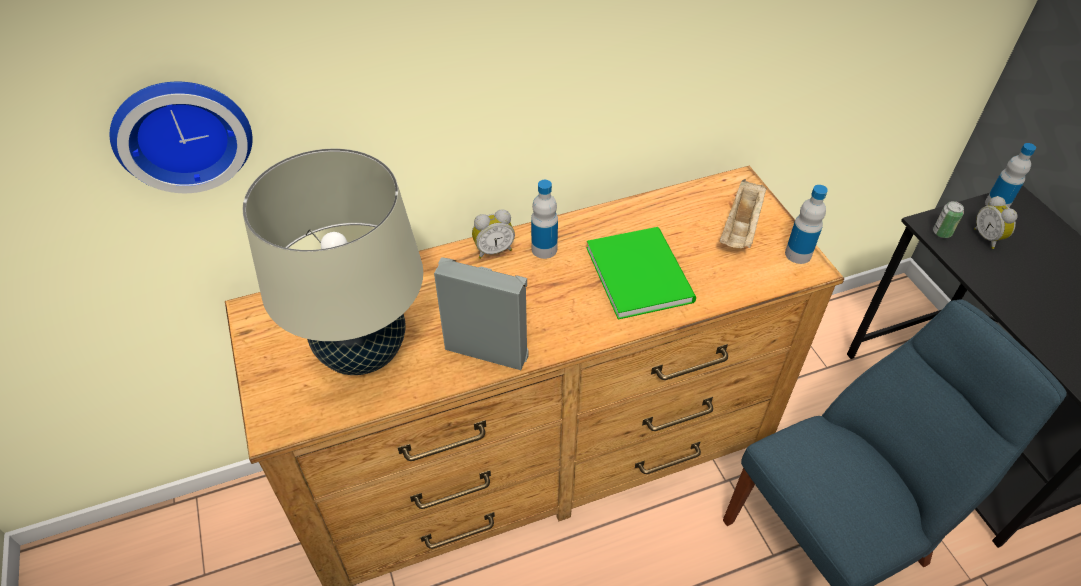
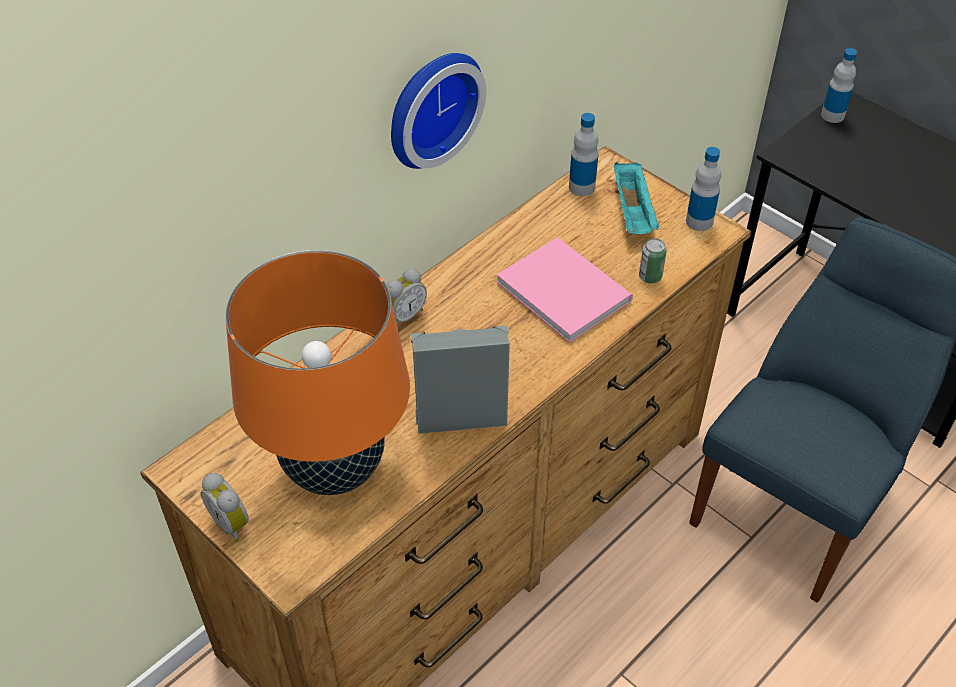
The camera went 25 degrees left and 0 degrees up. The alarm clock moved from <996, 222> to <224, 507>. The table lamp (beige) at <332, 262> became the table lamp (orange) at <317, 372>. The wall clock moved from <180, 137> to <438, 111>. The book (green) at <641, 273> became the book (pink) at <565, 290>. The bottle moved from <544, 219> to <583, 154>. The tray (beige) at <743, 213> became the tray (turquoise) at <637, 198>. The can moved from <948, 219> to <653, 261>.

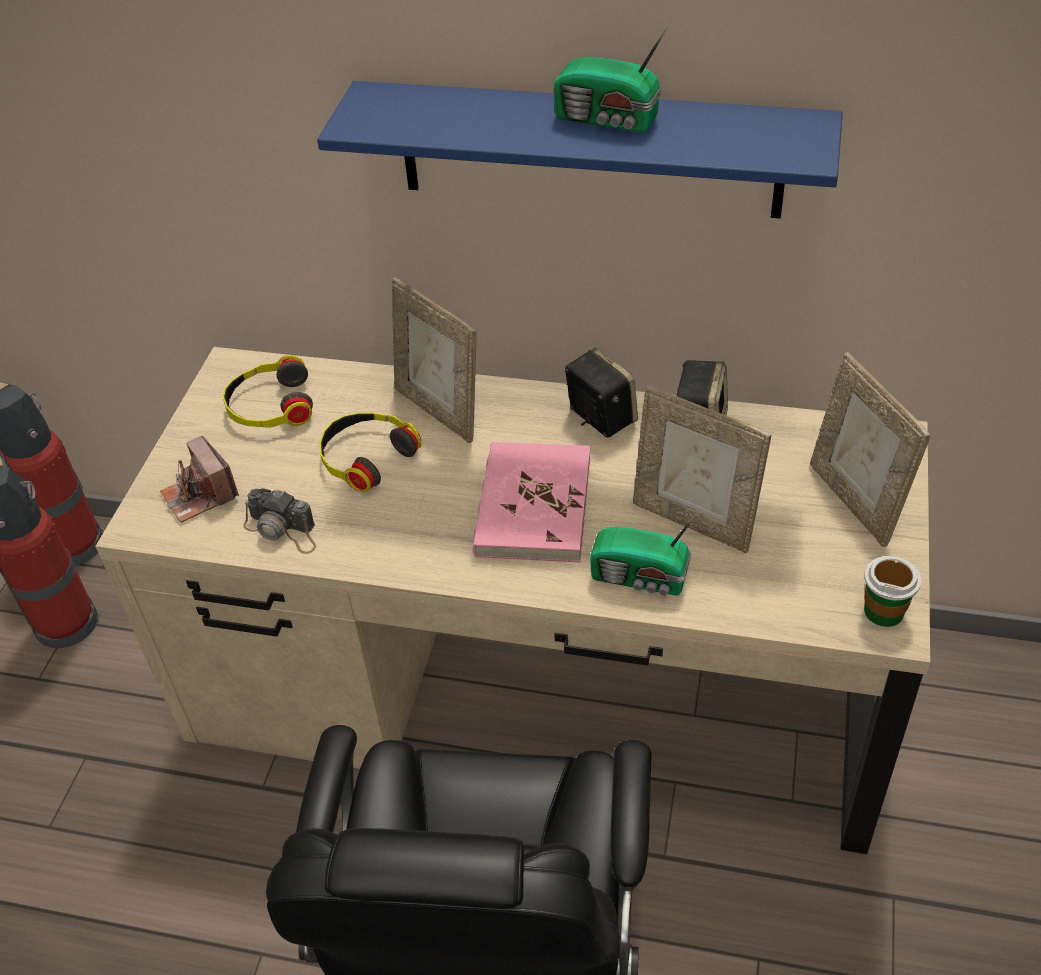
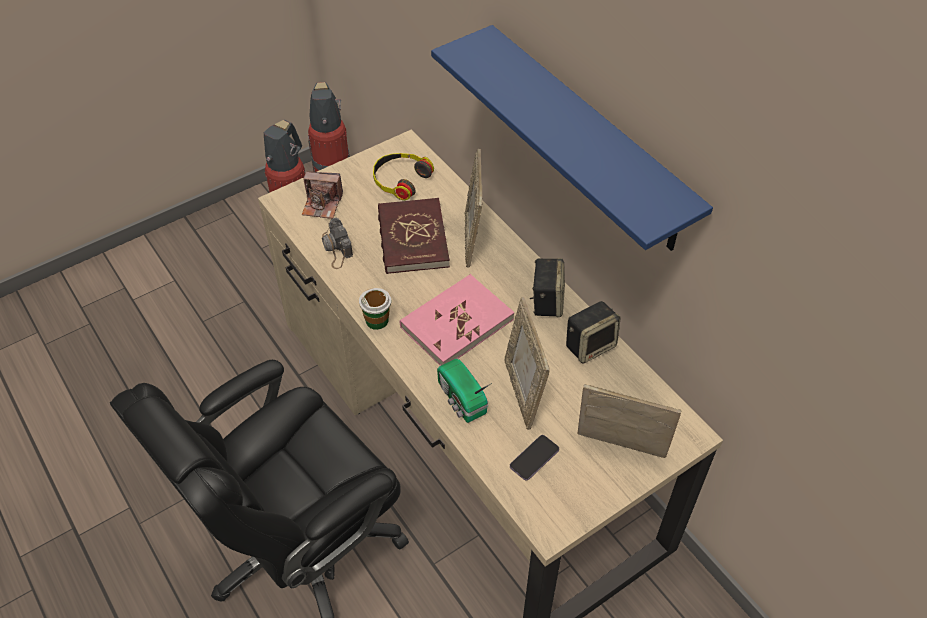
The camera went 40 degrees right and 5 degrees up. The photo camera at <199, 479> turned 90 degrees counterclockwise. The cup moved from <892, 591> to <375, 309>. The headphones at <370, 452> was replaced by the book (red) at <414, 236>. The phone at <534, 458> appeared. The picture frame at <870, 449> turned 90 degrees clockwise. The radio at <612, 77> disappeared.

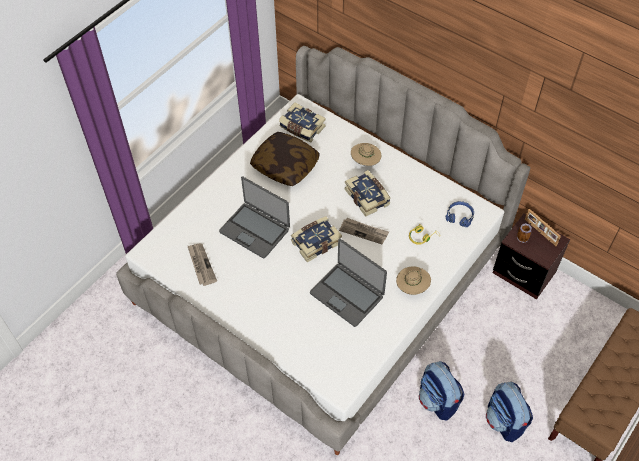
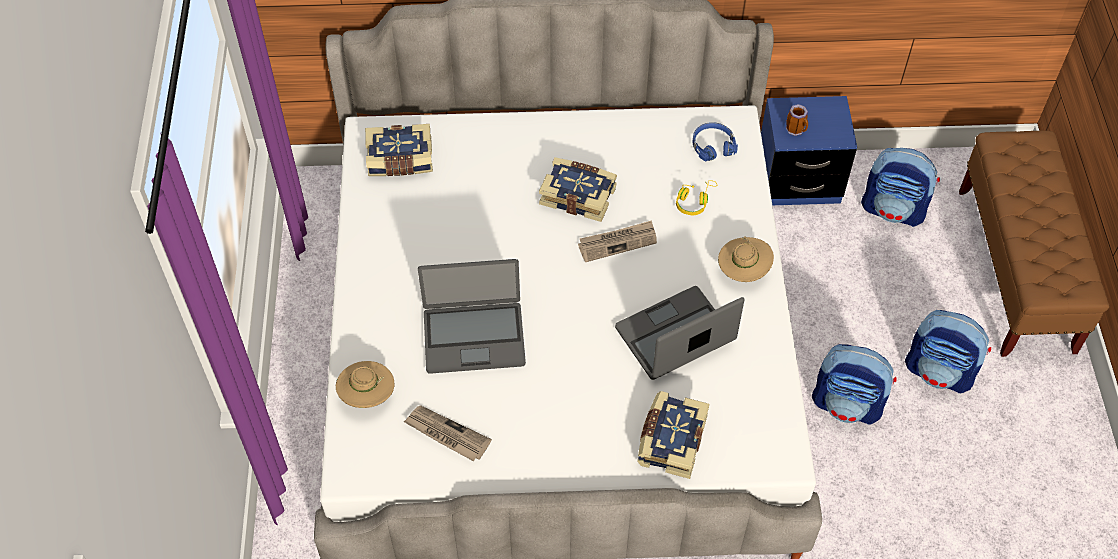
The camera went 40 degrees left and 0 degrees up. The hat (beige) moved from <366, 154> to <365, 384>. The laptop at <348, 283> turned 150 degrees clockwise. The book moved from <316, 239> to <673, 435>. The nightstand (brown) at <531, 257> became the nightstand (blue) at <809, 150>. The backpack at <900, 187> appeared. The pillow at <285, 159> disappeared. The picture frame at <543, 227> disappeared.

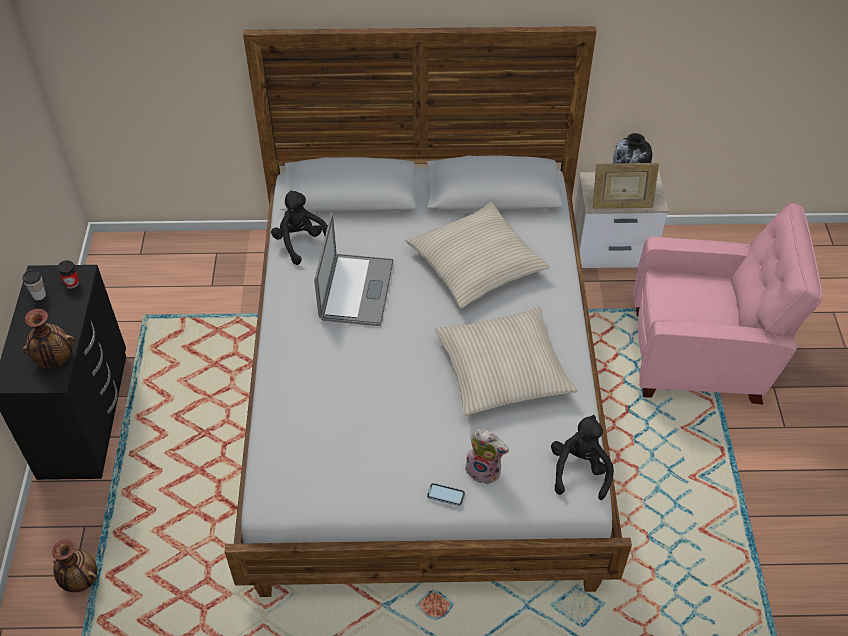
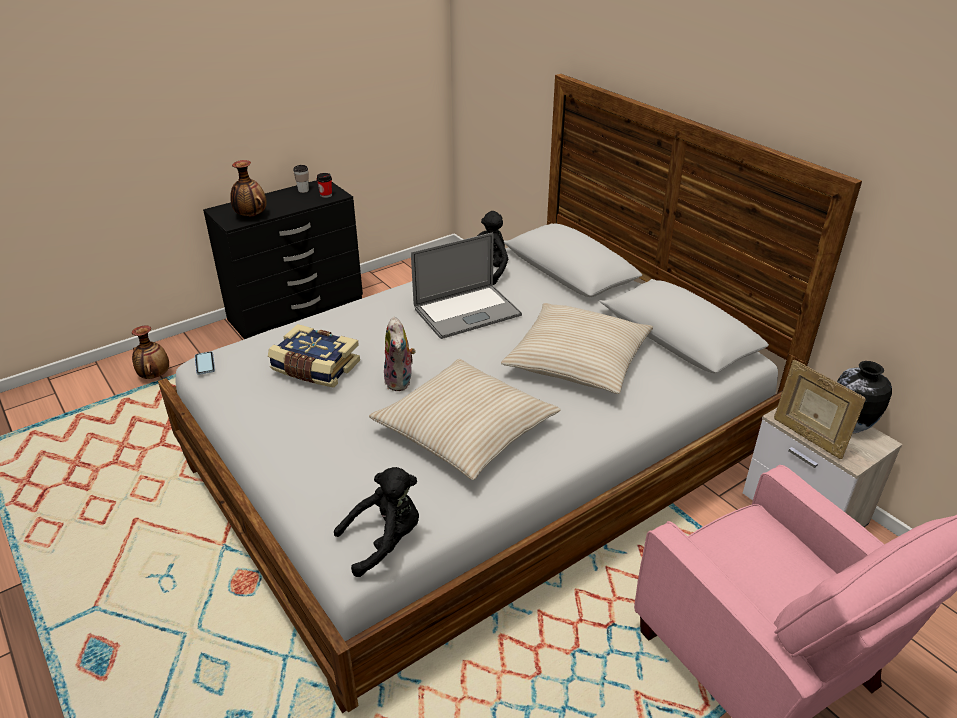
The camera went 55 degrees right and 15 degrees down. The phone moved from <446, 494> to <205, 363>. The book at <314, 356> appeared. The plush toy moved from <487, 457> to <400, 354>.

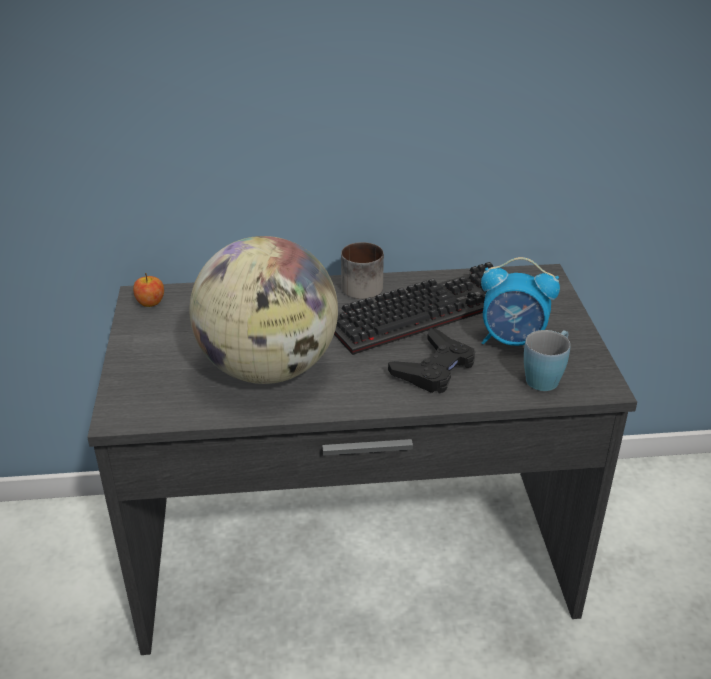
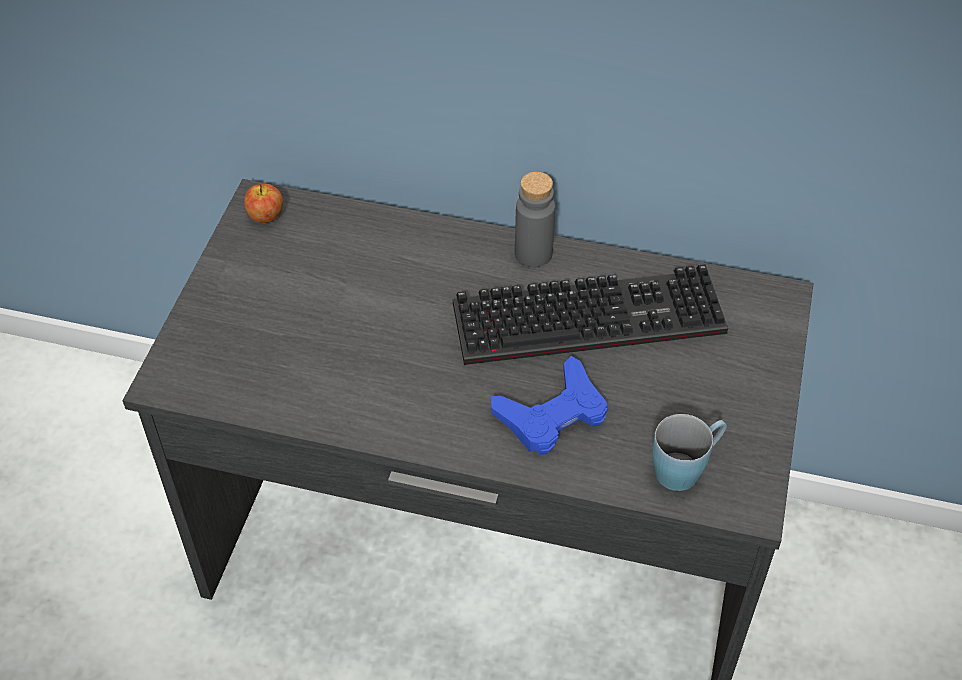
The camera went 20 degrees right and 15 degrees up. The game controller (black) at <431, 361> became the game controller (blue) at <549, 405>. The mug at <362, 270> was replaced by the bottle (grey) at <535, 219>. The globe at <264, 310> disappeared. The alarm clock at <520, 301> disappeared.

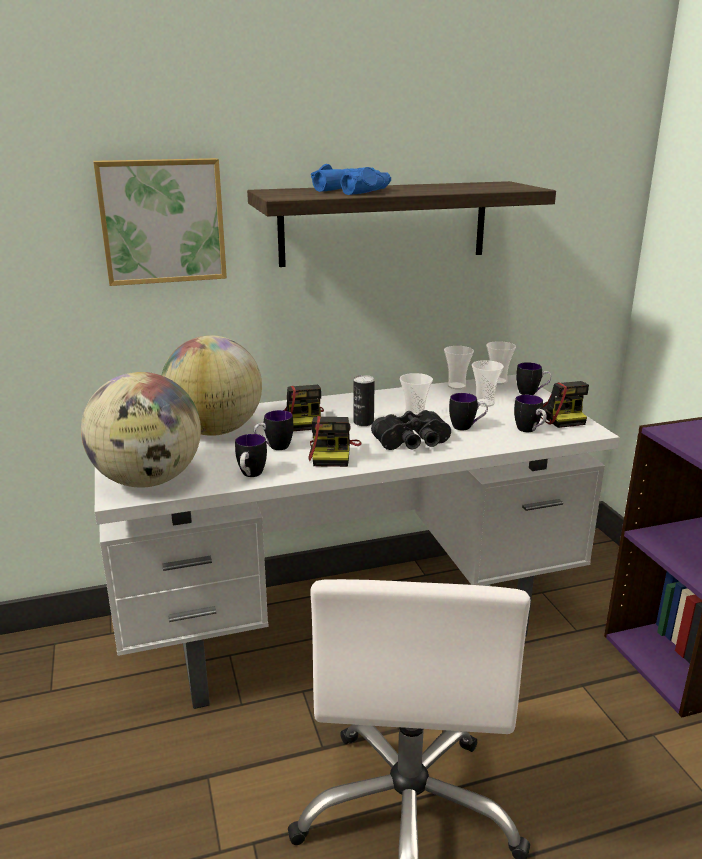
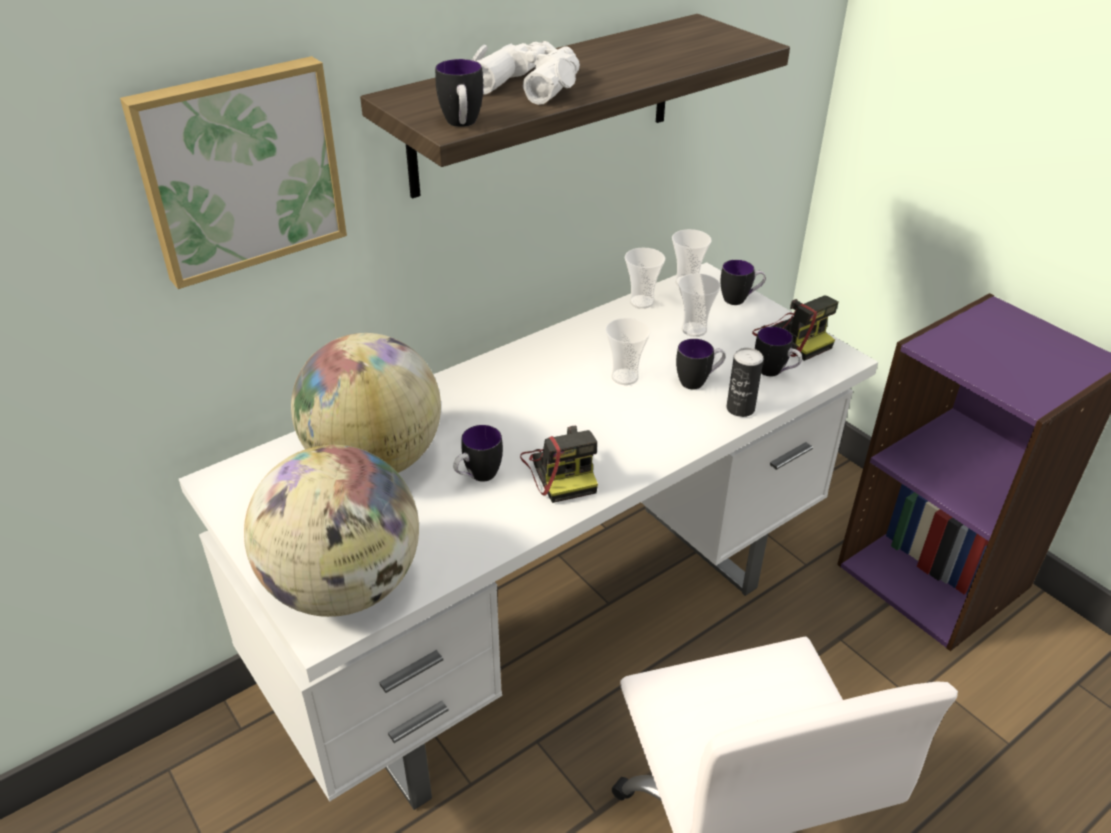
The camera went 20 degrees left and 15 degrees up. The mug moved from <251, 455> to <459, 93>. The binoculars (blue) at <351, 179> became the binoculars (white) at <526, 73>. The can moved from <364, 400> to <745, 382>. The photo camera at <303, 408> disappeared. The binoculars (black) at <411, 430> disappeared.

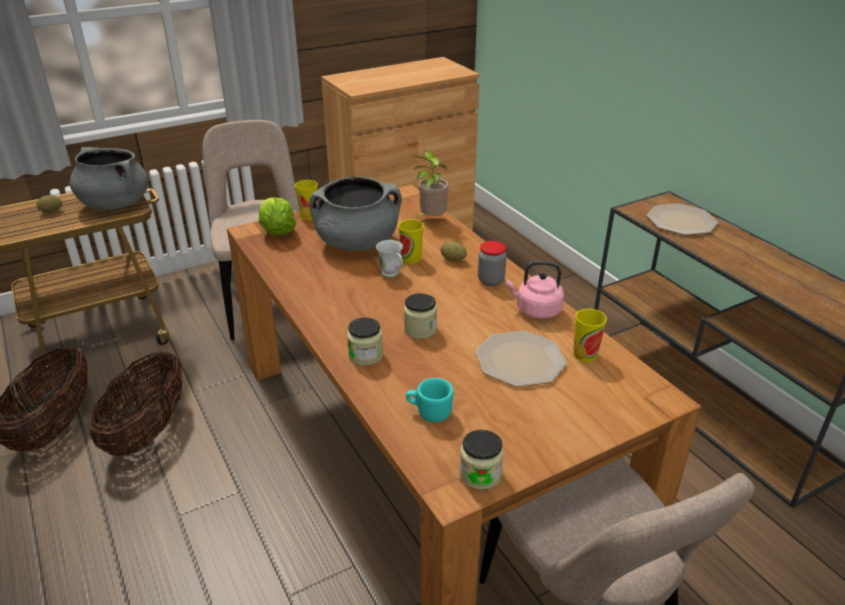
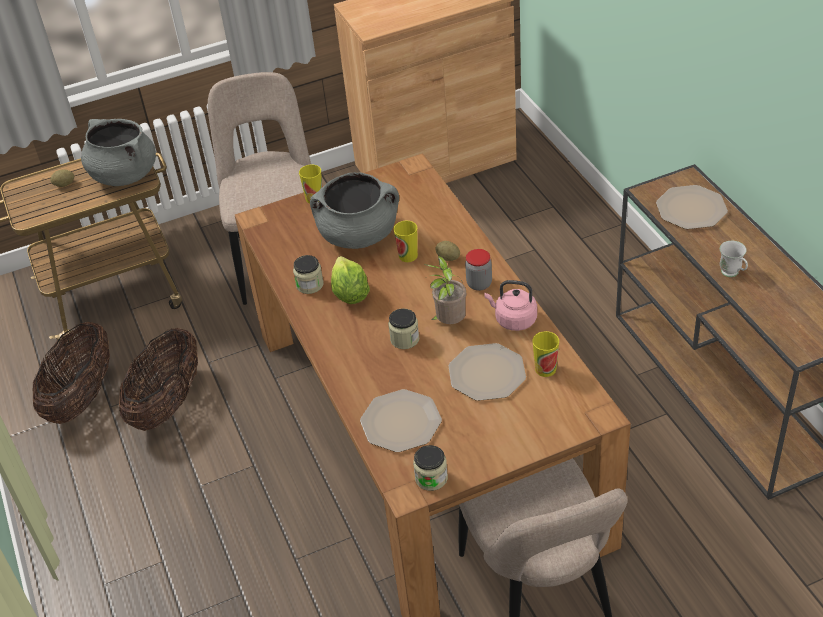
The camera went 10 degrees right and 10 degrees up. The jar moved from <365, 341> to <308, 274>. The lettuce moved from <277, 216> to <350, 280>. The mug (turquoise) at <429, 400> was replaced by the plate at <401, 420>. The potted plant moved from <431, 184> to <445, 290>. The mug (white) moved from <389, 259> to <734, 259>.

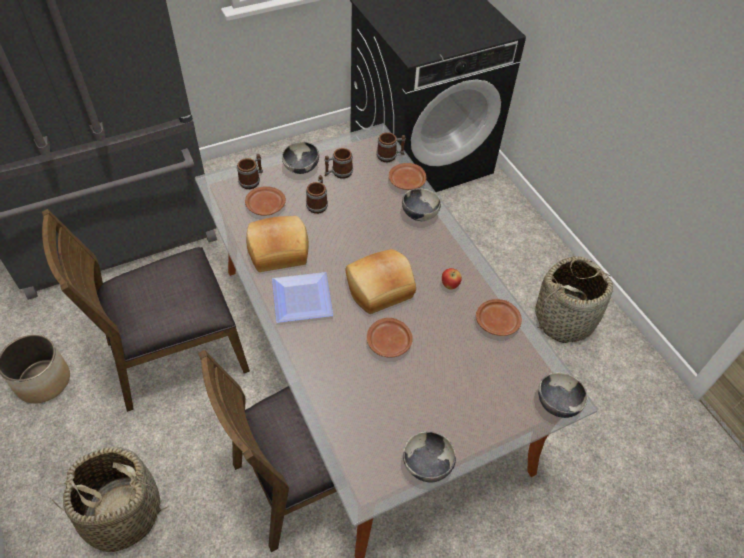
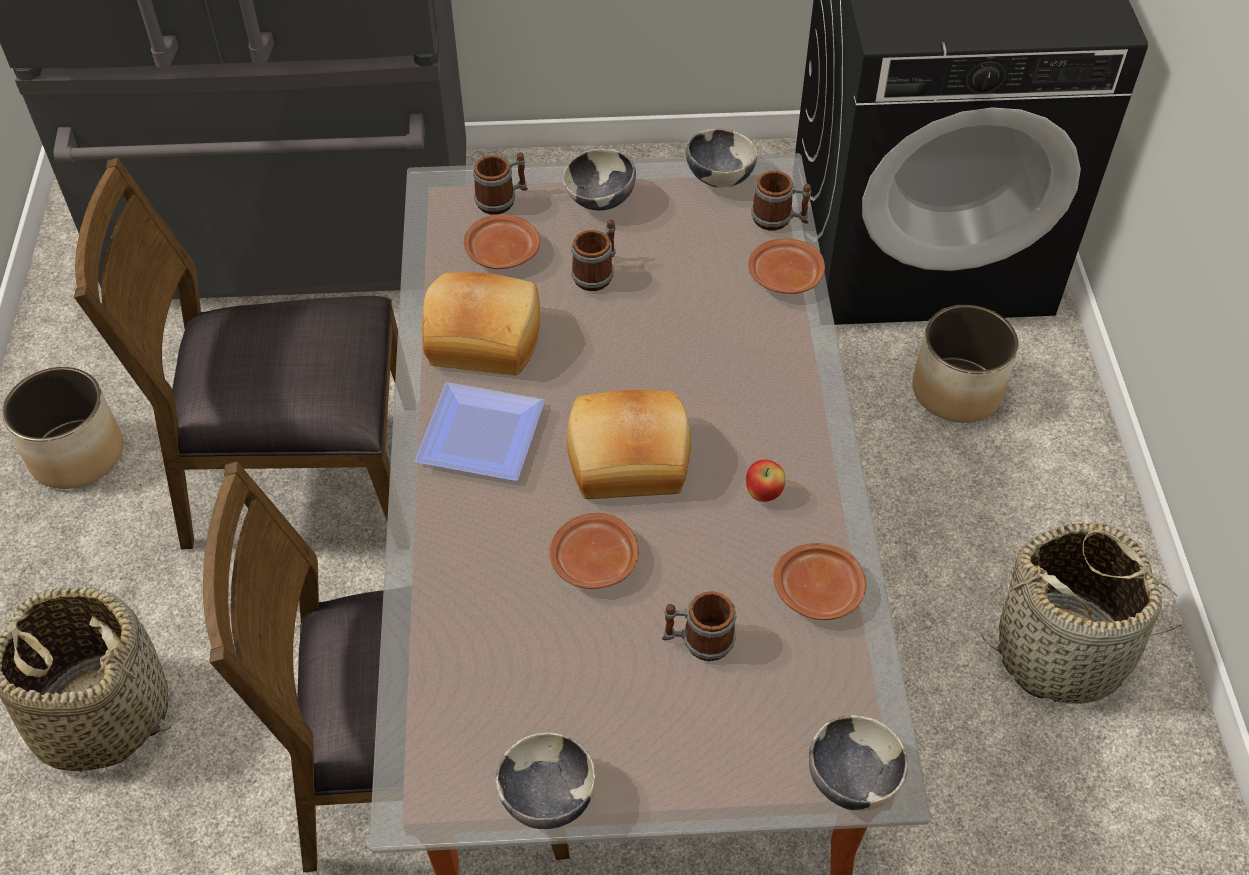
The camera went 25 degrees right and 0 degrees up. The mug moved from <338, 163> to <699, 626>. The bowl moved from <421, 204> to <721, 158>. The planter at <966, 364> appeared.

